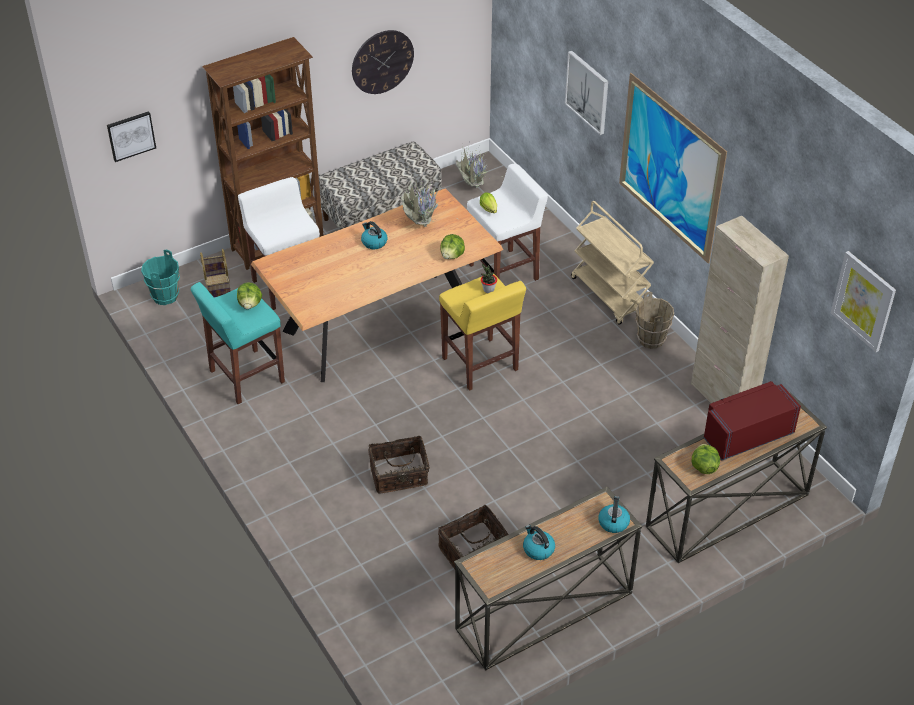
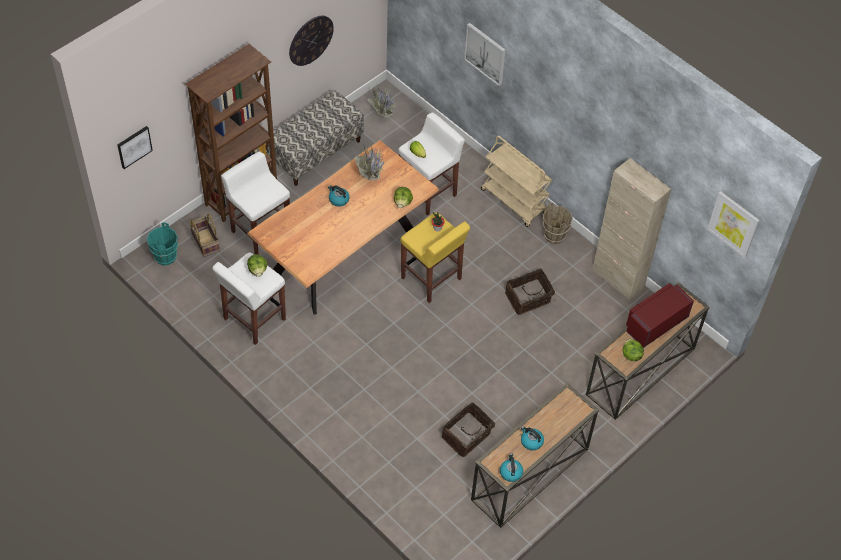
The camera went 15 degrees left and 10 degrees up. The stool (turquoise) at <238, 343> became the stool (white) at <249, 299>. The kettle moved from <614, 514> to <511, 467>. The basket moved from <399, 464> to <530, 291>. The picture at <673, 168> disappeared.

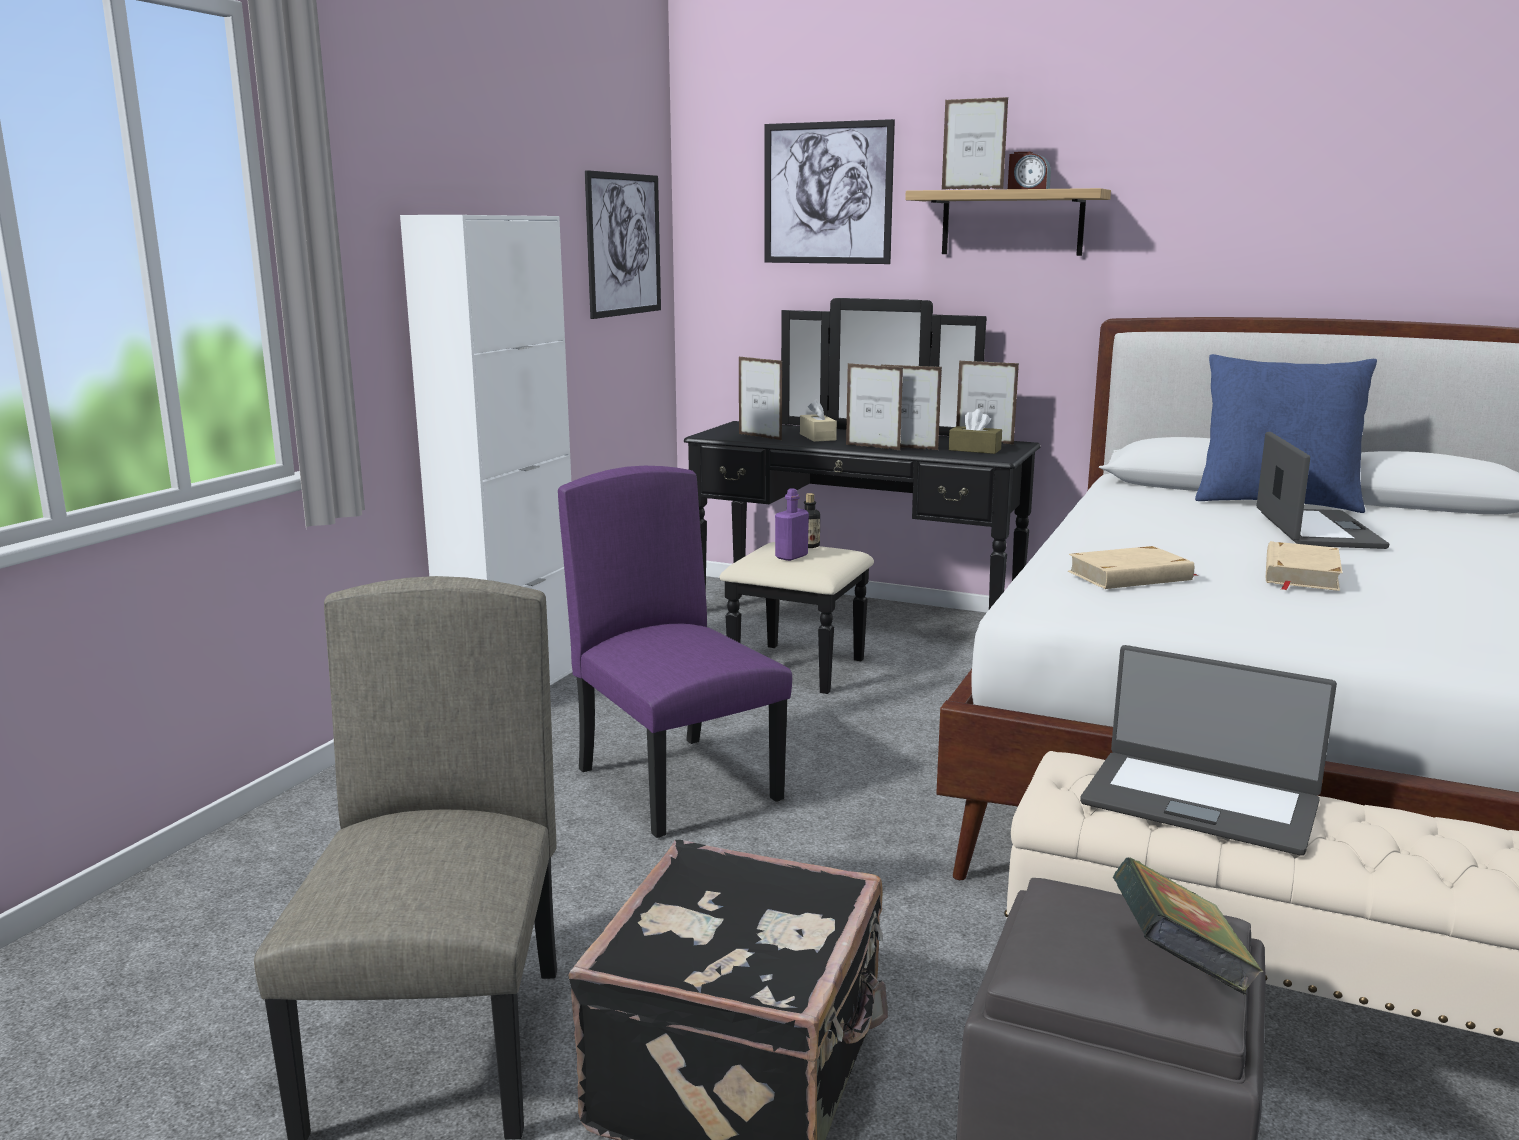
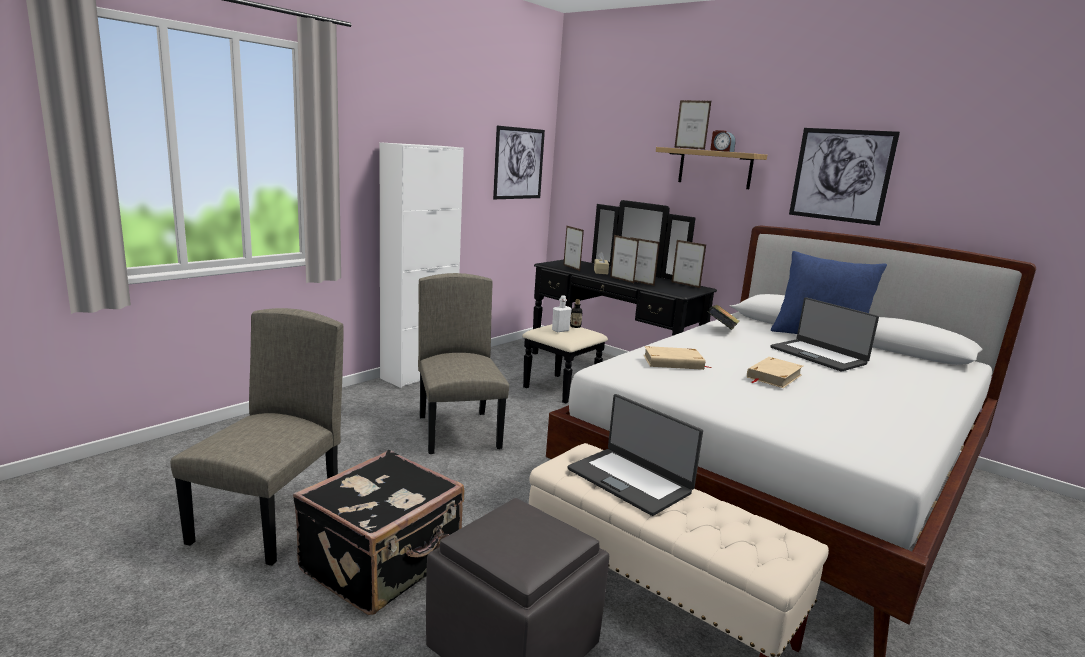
The camera went 15 degrees right and 0 degrees up. The chair (purple) at <675, 652> became the chair (beige) at <463, 363>. The bottle (purple) at <792, 524> became the bottle (white) at <562, 314>. The book moved from <1188, 926> to <724, 317>. The laptop at <1323, 490> turned 120 degrees clockwise. The picture moved from <829, 191> to <844, 177>. The tissue box (brown) at <975, 431> disappeared.

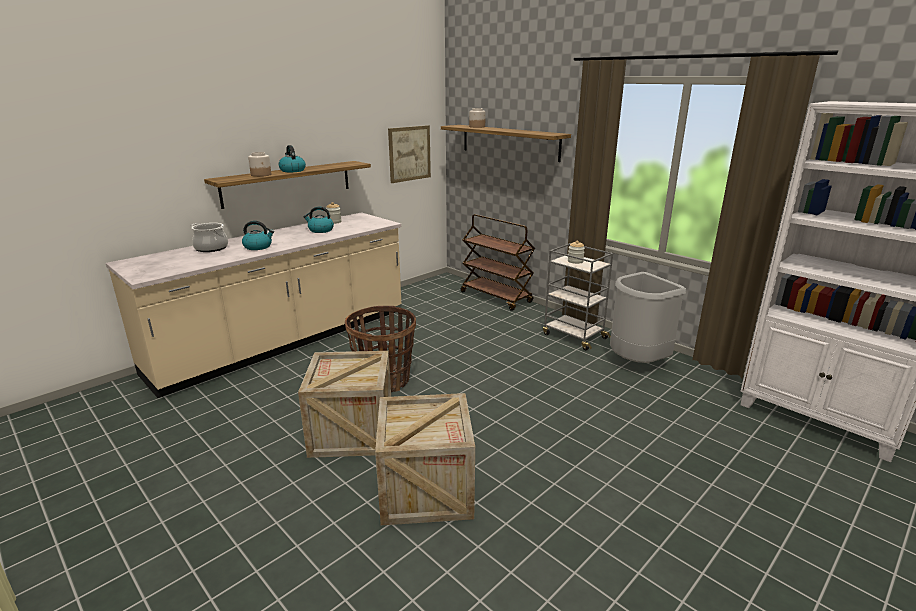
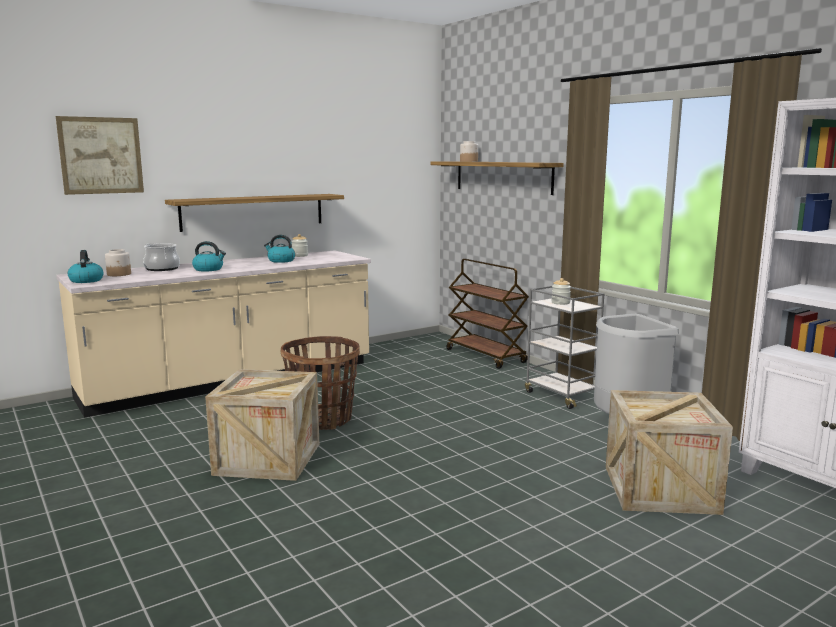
The camera went 10 degrees right and 10 degrees down. The picture moved from <409, 154> to <100, 155>. The kettle moved from <292, 158> to <86, 266>. The jar moved from <259, 164> to <118, 262>. The crate moved from <425, 459> to <669, 452>.

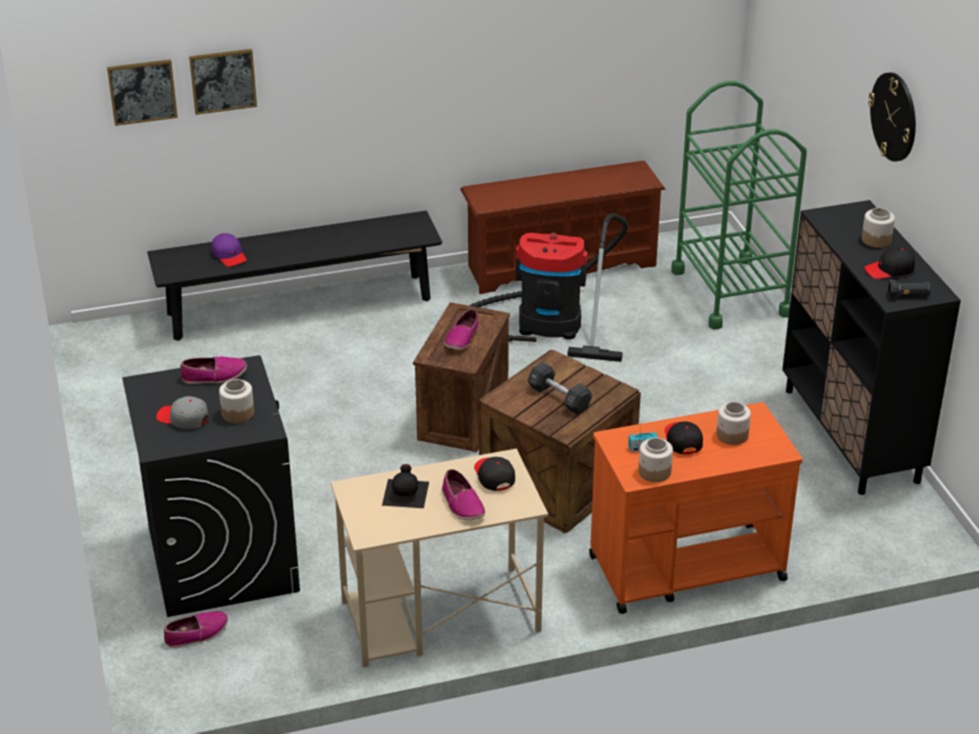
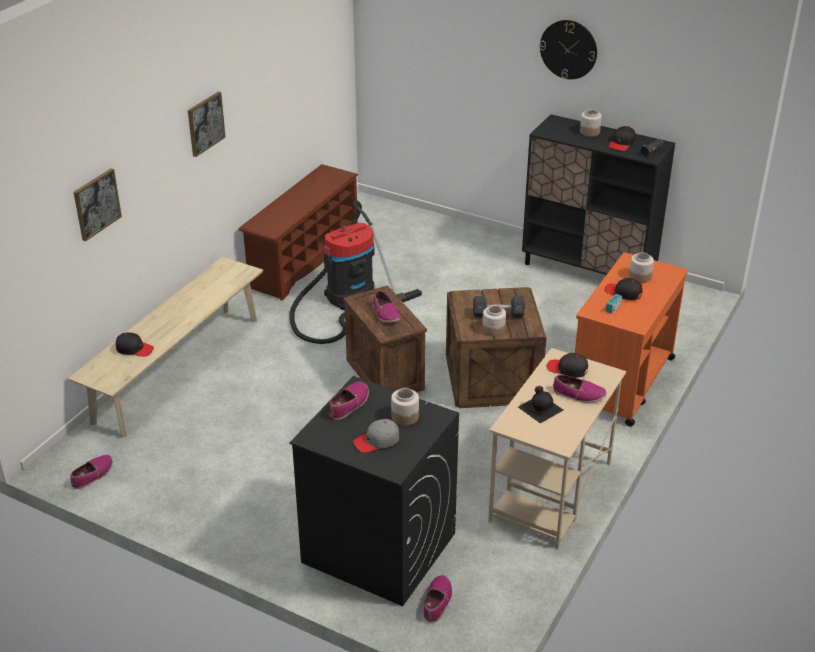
The camera went 45 degrees left and 0 degrees up. The bench (black) at <294, 276> became the bench (beige) at <165, 347>. The shoe at <91, 472> appeared. The cap (purple) at <229, 250> became the cap (black) at <135, 345>. The picture moved from <142, 92> to <207, 124>. The jar moved from <655, 460> to <494, 320>. The cart (green) at <739, 205> disappeared.

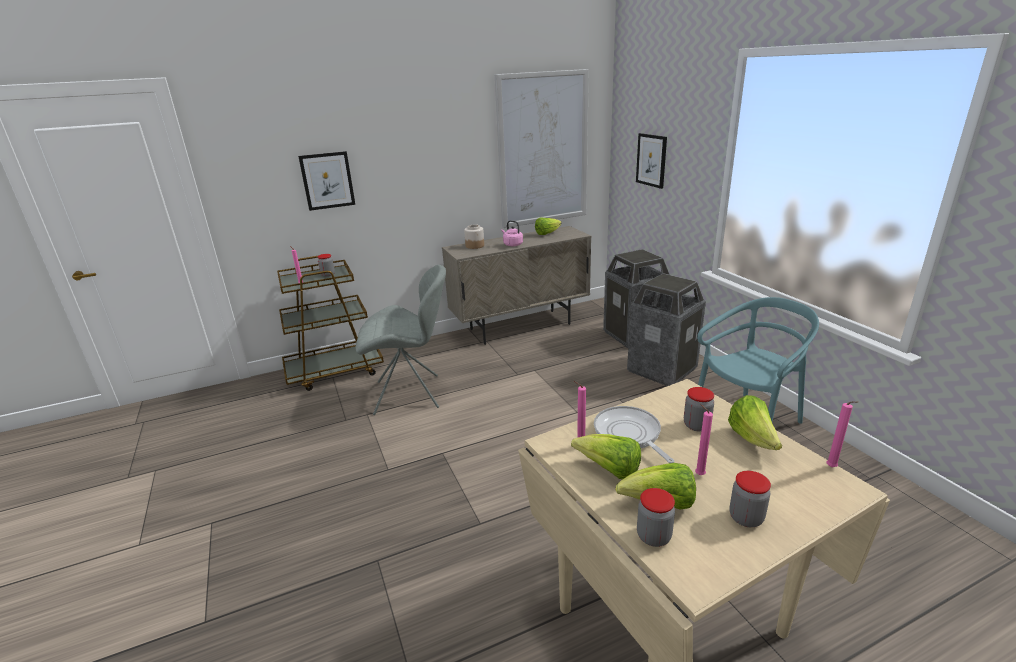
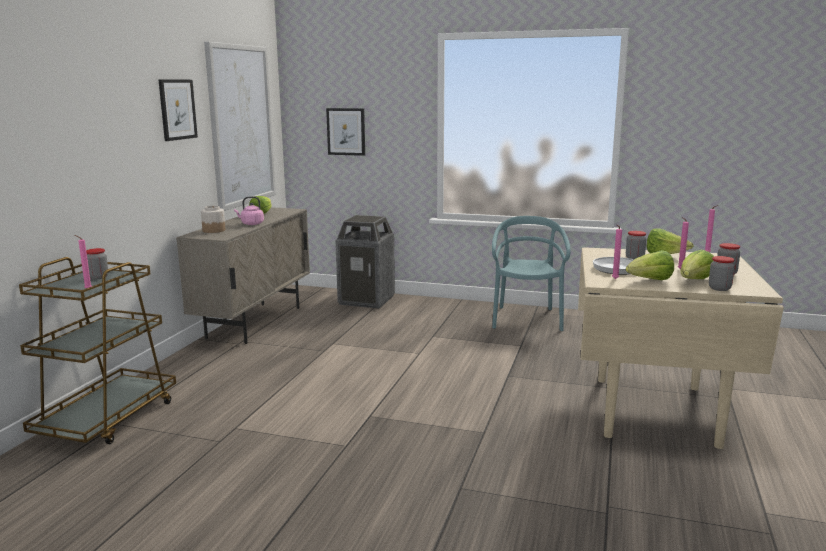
The camera went 50 degrees left and 10 degrees down. The picture moved from <326, 181> to <178, 110>. The chair (grey) at <401, 340> disappeared. The trash can at <666, 329> disappeared.

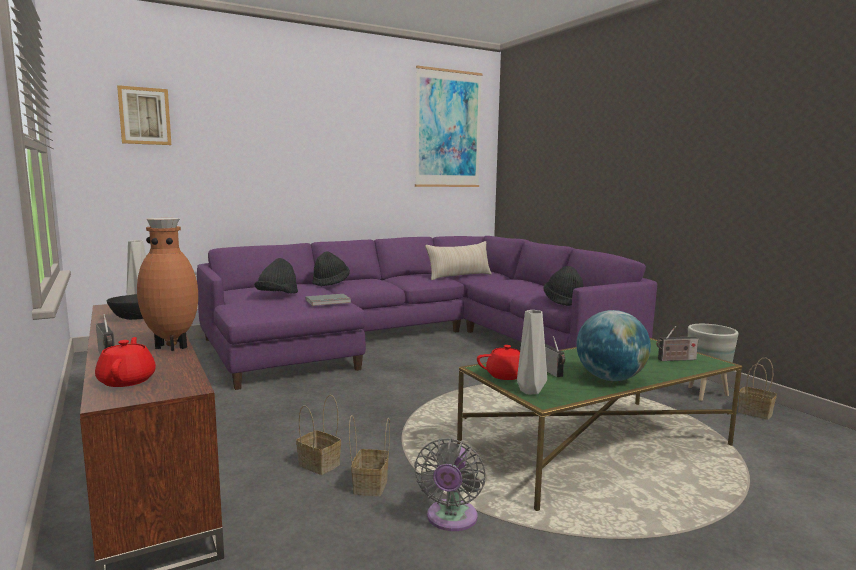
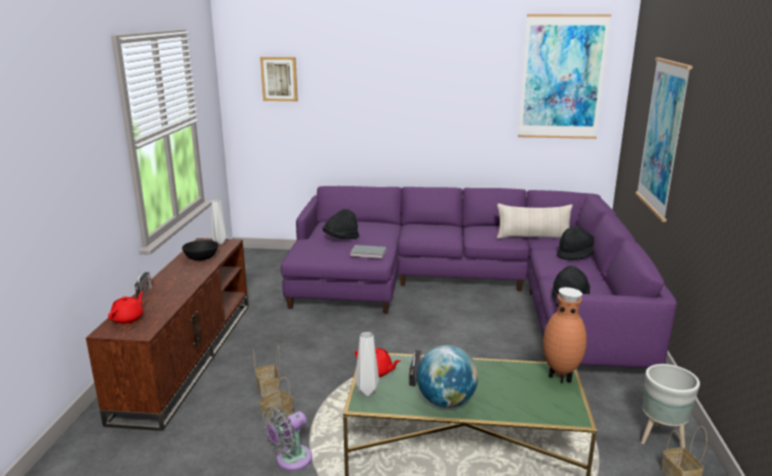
The camera went 35 degrees right and 10 degrees up. The vase (brown) moved from <167, 284> to <565, 335>. The hat (black) moved from <331, 269> to <575, 242>. The picture at <664, 140> appeared. The radio at <678, 343> disappeared.

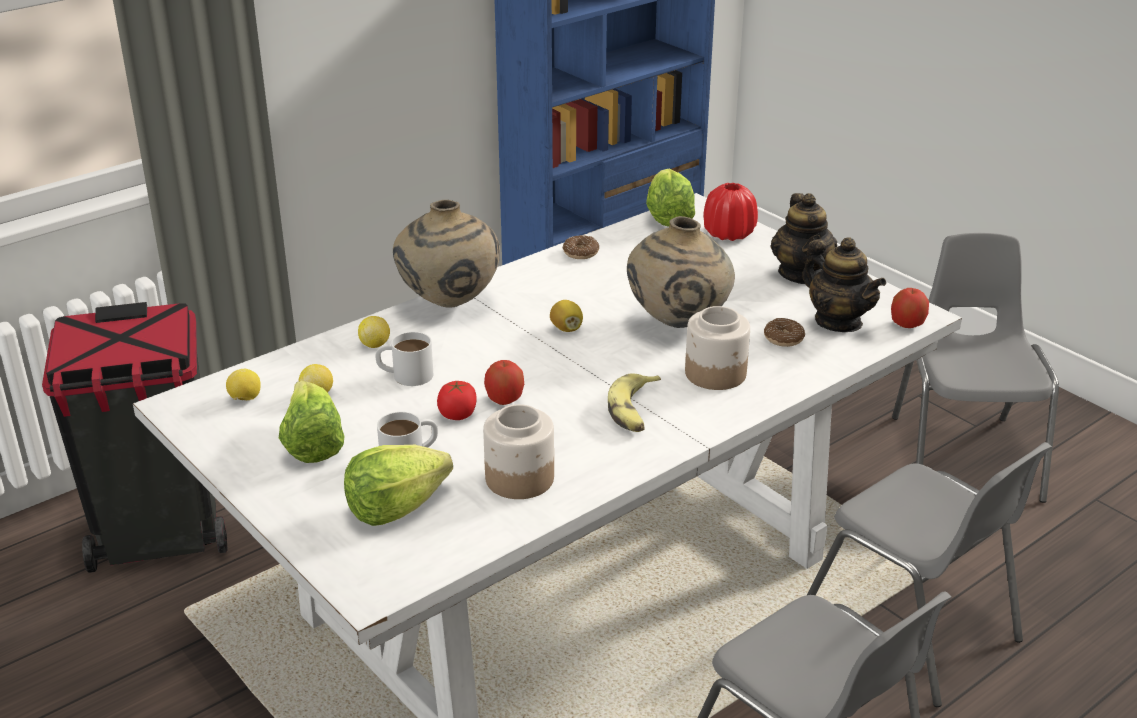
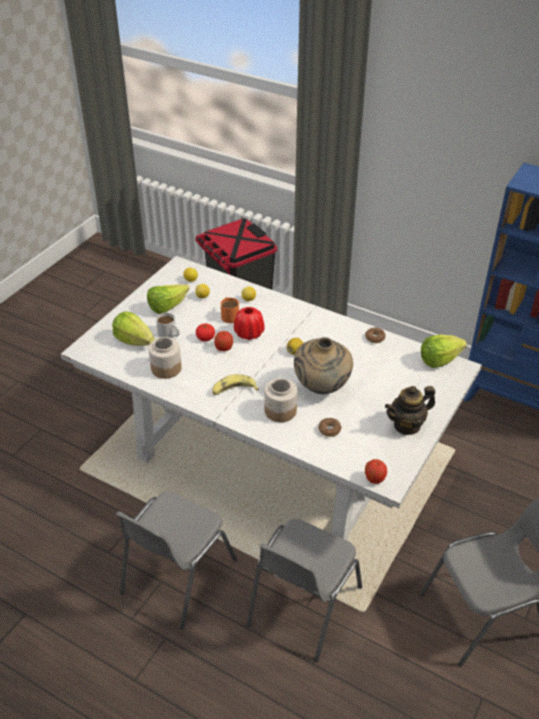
The camera went 70 degrees right and 10 degrees up. The mug (white) at <404, 359> became the mug (orange) at <230, 310>. The vase (red) moved from <730, 212> to <249, 323>. The vase (beige) at <446, 253> disappeared. The teapot at <844, 284> disappeared.

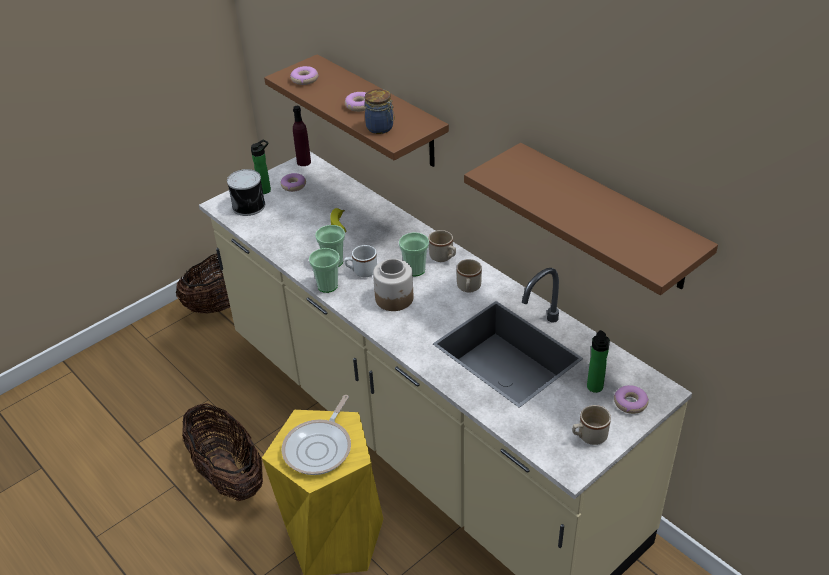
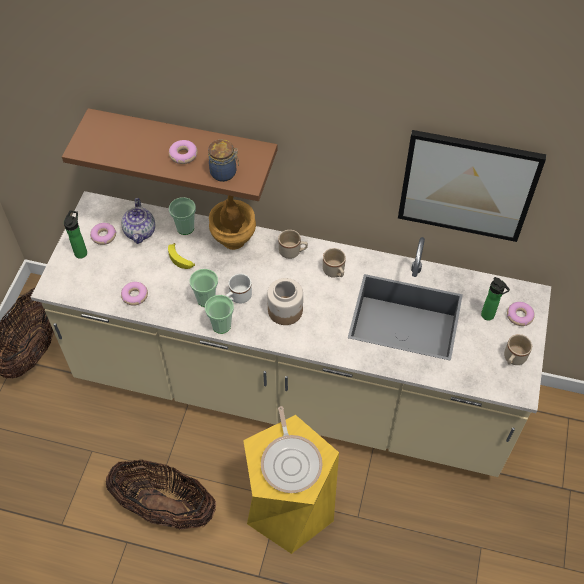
The camera went 35 degrees left and 15 degrees up. The teapot at <138, 221> appeared. The donut moved from <304, 75> to <134, 294>. The cup moved from <414, 254> to <182, 216>. The vase (brown) at <232, 222> appeared. The shelf (brown) at <591, 219> was replaced by the picture at <472, 186>. The can at <246, 192> disappeared. The bottle (purple) at <302, 136> disappeared.

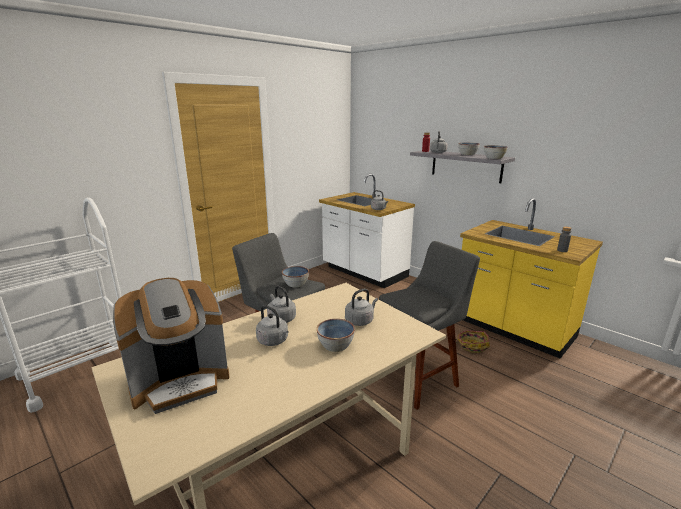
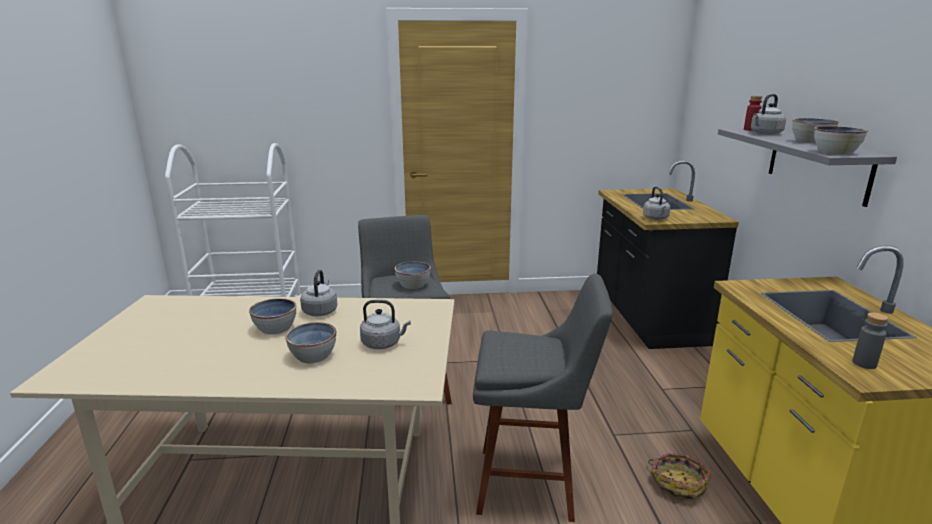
The camera went 40 degrees right and 0 degrees up. The kettle (grey) at <272, 325> was replaced by the bowl at <273, 316>. The counter (white) at <367, 231> became the counter (black) at <668, 254>. The coffee machine at <171, 346> disappeared.

